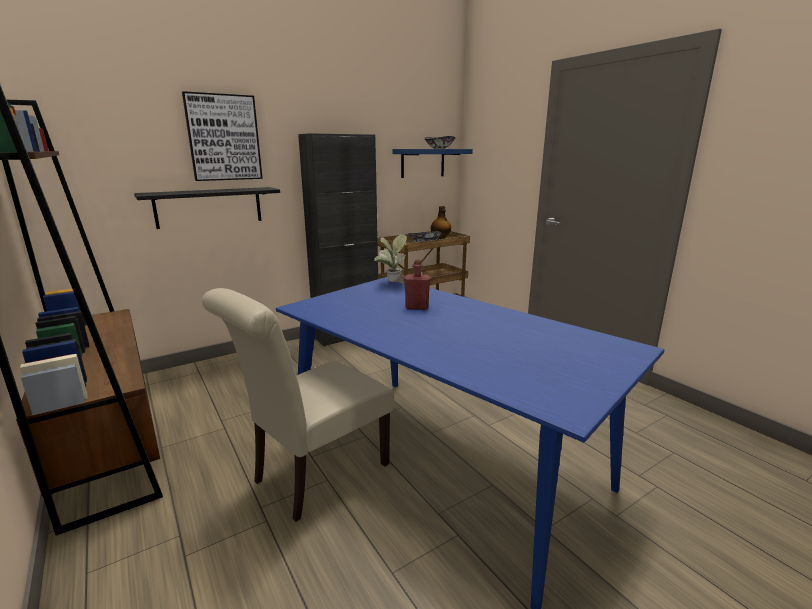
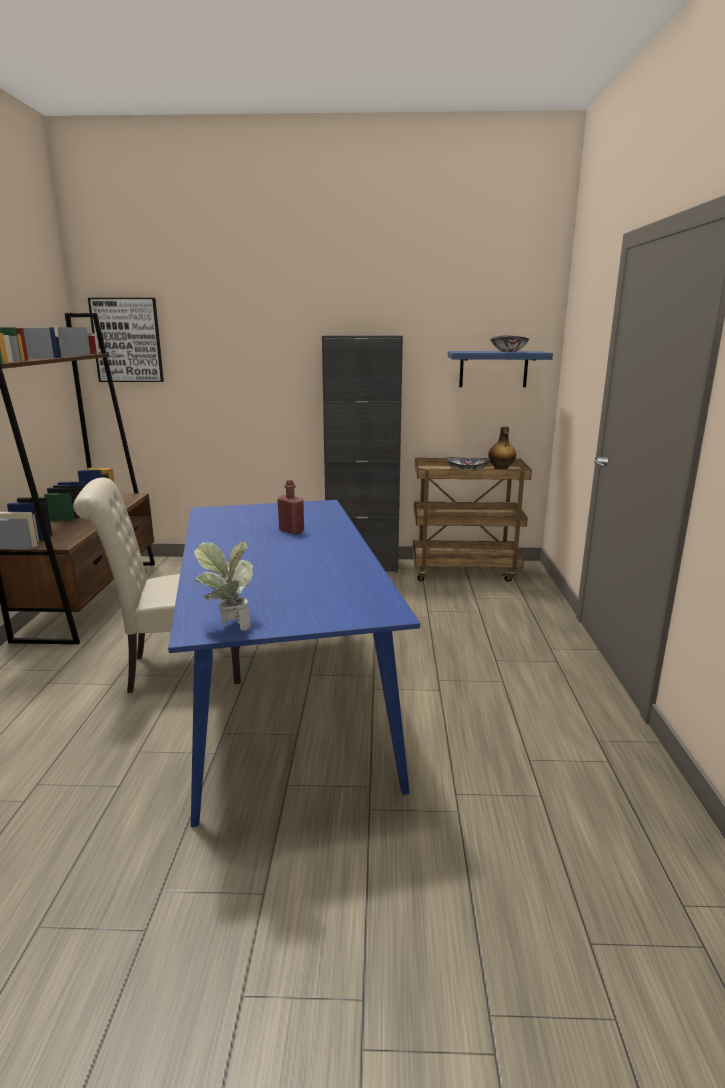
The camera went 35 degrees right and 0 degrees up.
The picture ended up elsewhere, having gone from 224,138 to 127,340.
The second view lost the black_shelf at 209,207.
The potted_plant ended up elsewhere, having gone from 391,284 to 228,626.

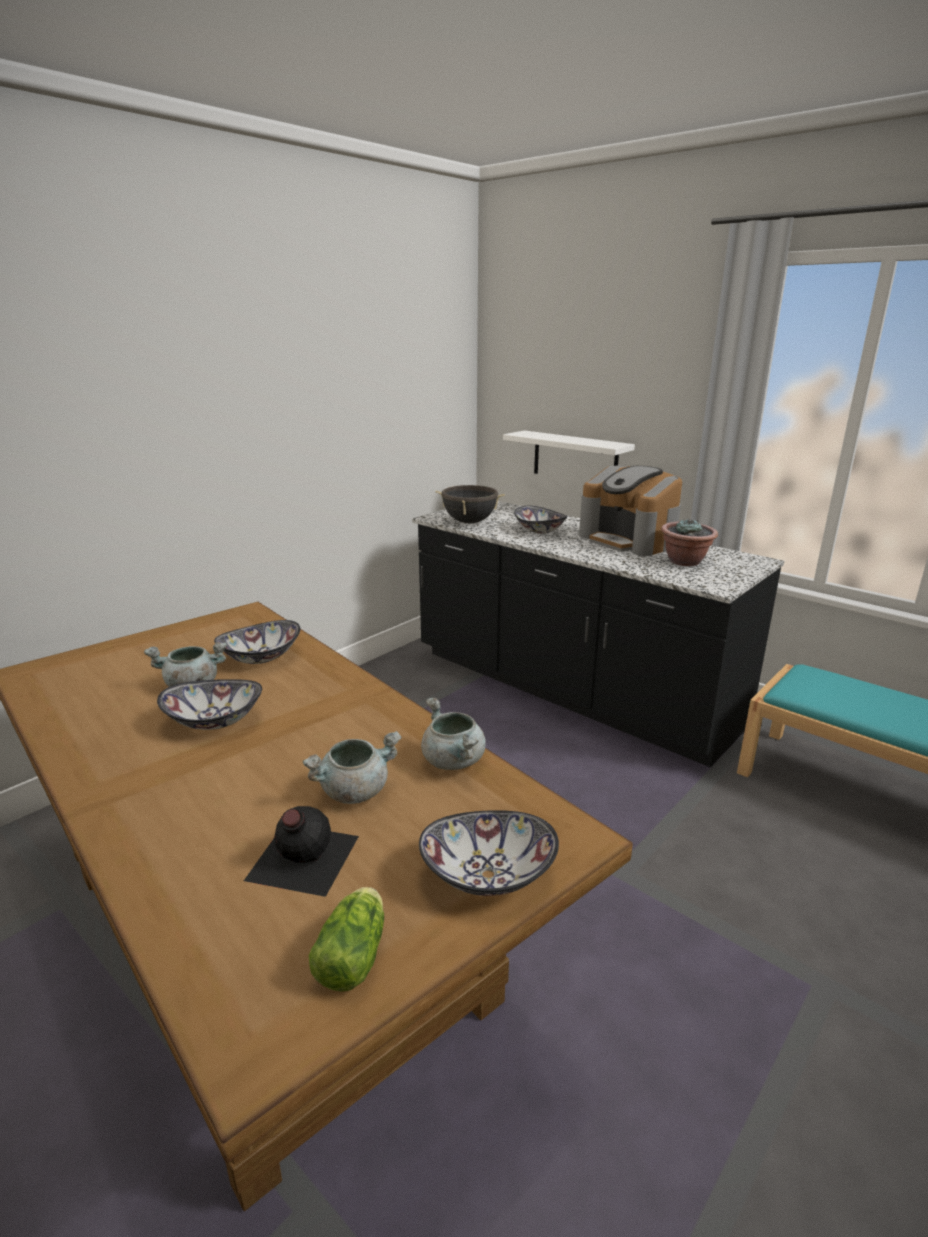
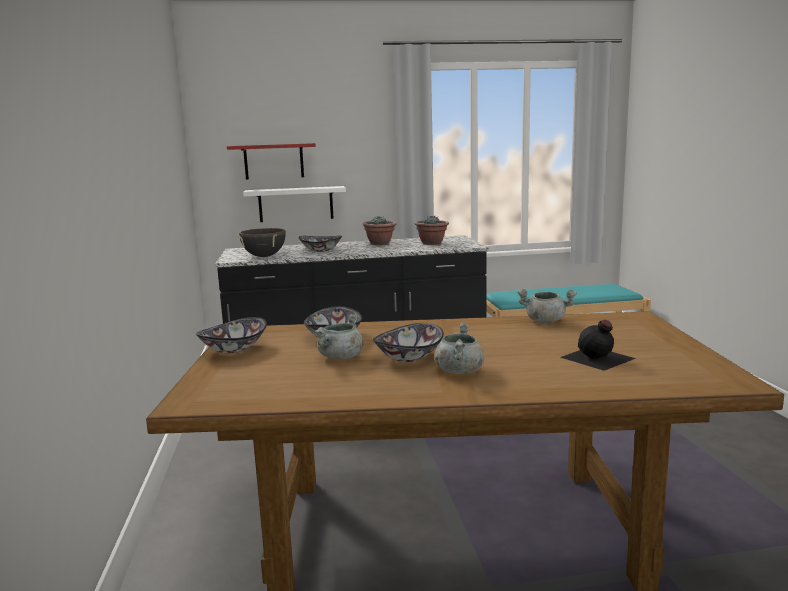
The camera went 50 degrees left and 10 degrees down.
Where the coffee_machine stood at 629,540, the potted_plant came to stand at 380,243.
The grey_cooking_pot ended up elsewhere, having gone from 355,791 to 459,371.
The bowl ended up elsewhere, having gone from 488,874 to 233,349.
The second view lost the lettuce at 354,953.
The second view gained the red_shelf at 274,161.

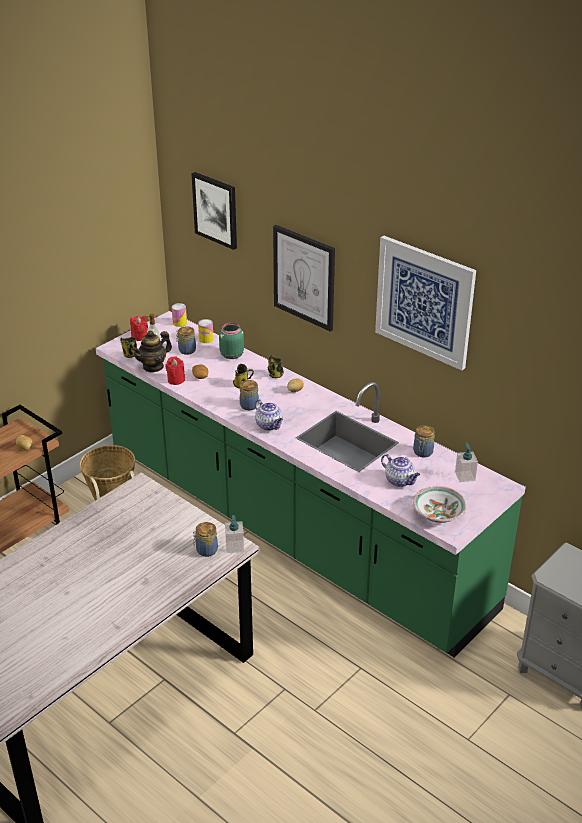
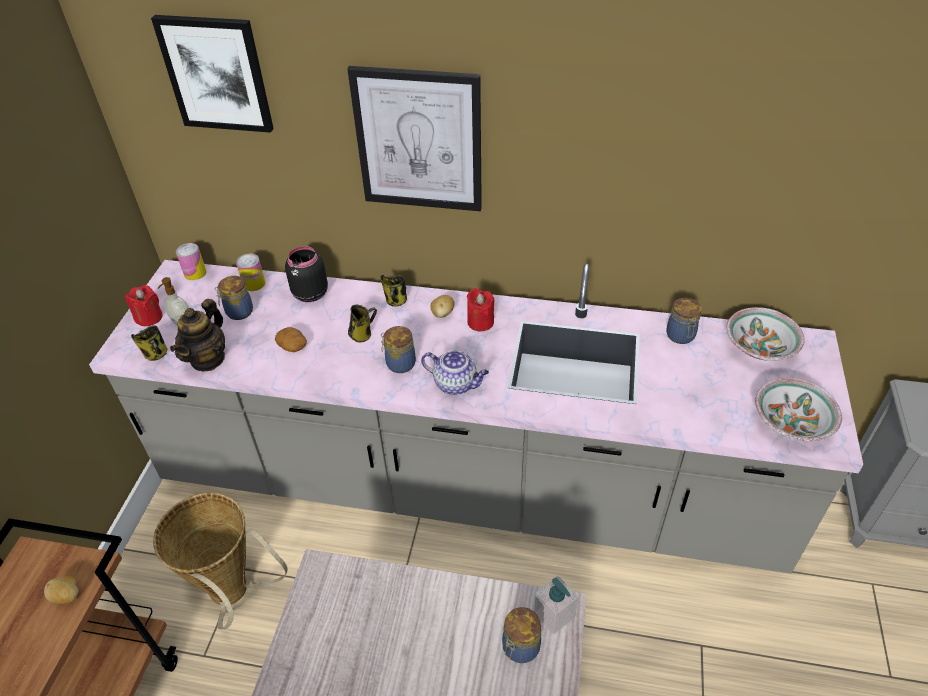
The camera went 30 degrees left and 10 degrees up.
The second view lost the picture at 424,302.
What was the green_counter at 291,529 turned into the grey_counter at 468,485.
What was the green_jar at 231,355 turned into the black_jar at 309,294.
The red_candle ended up elsewhere, having gone from 176,380 to 480,322.
Where the soap_dispenser stood at 465,476, the bowl came to stand at 760,348.
The second view lost the teapot at 400,481.

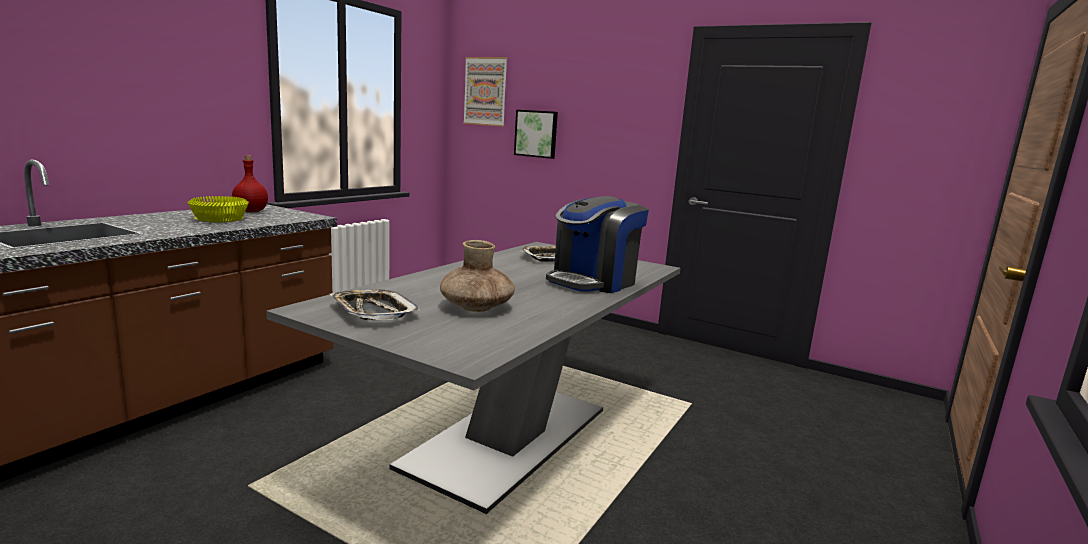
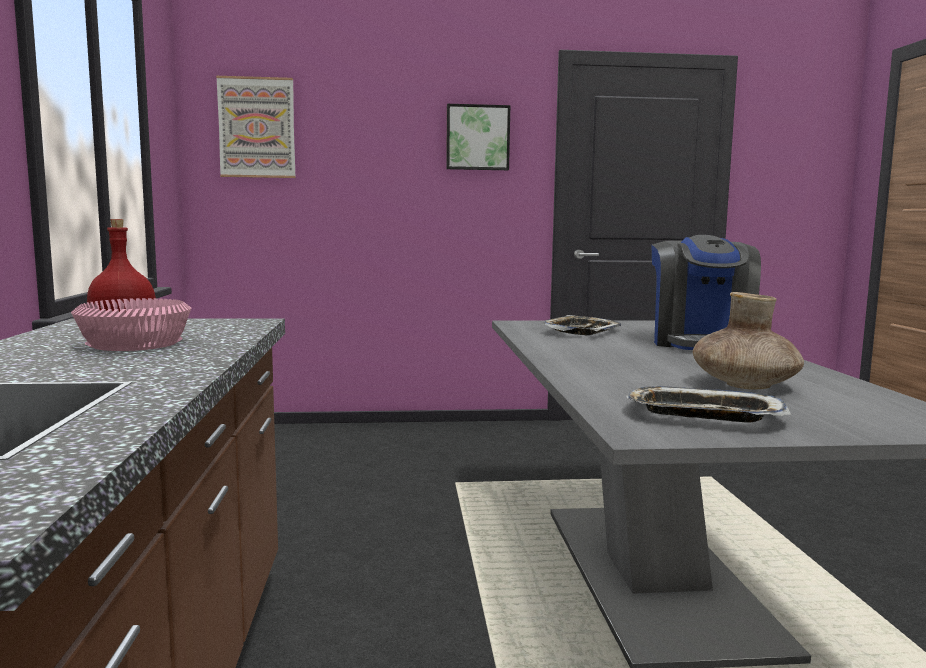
The camera went 35 degrees left and 5 degrees down.
The picture ended up elsewhere, having gone from 536,134 to 477,137.
What was the yellow_bowl at 220,219 turned into the pink_bowl at 135,343.

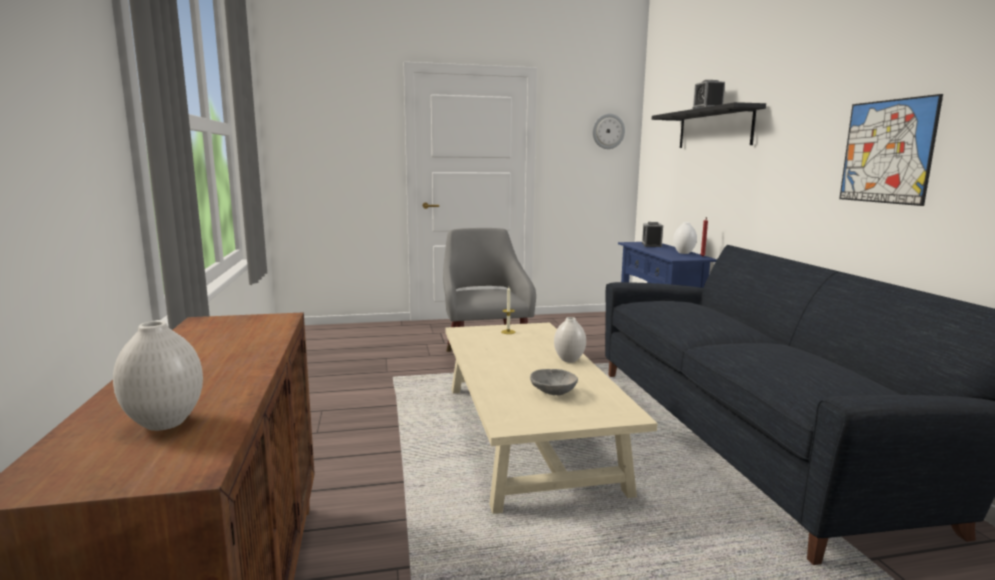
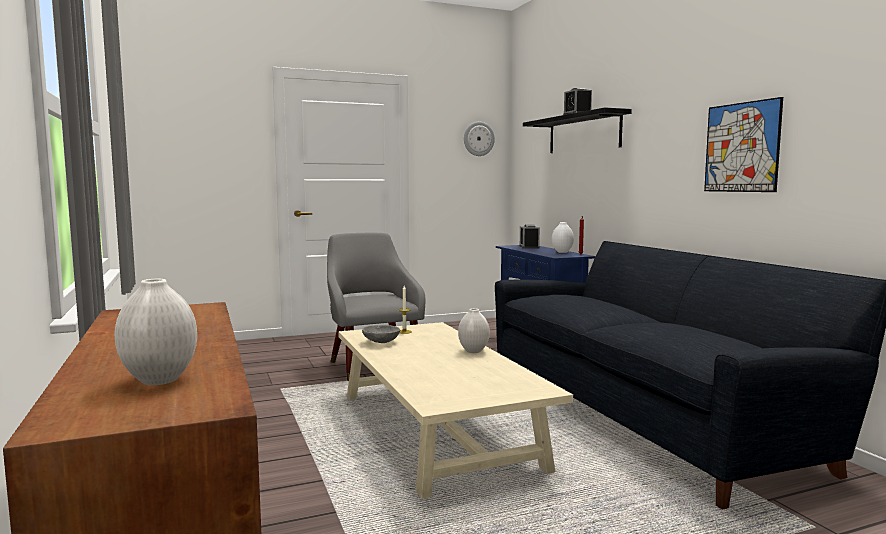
The camera went 10 degrees left and 5 degrees down.
The grey_bowl ended up elsewhere, having gone from 552,393 to 380,342.

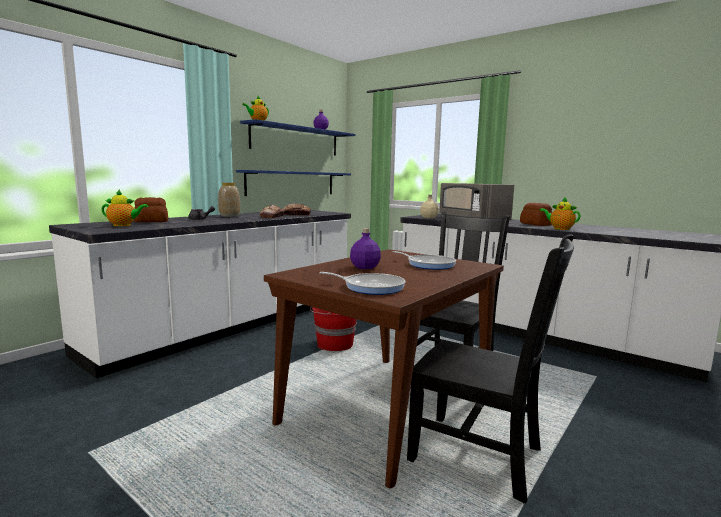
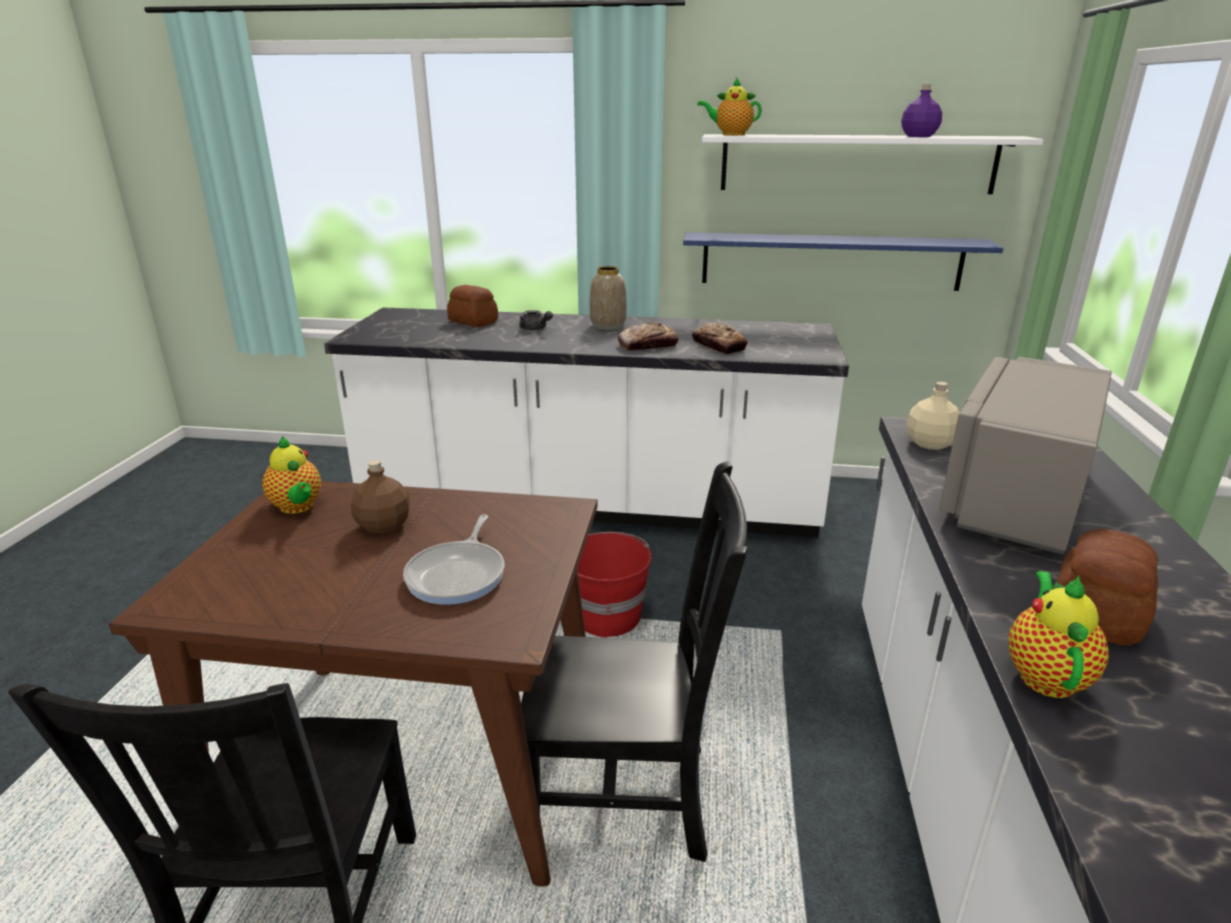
The camera went 60 degrees right and 15 degrees up.
What was the blue_shelf at 296,140 turned into the white_shelf at 857,163.
The teapot ended up elsewhere, having gone from 124,225 to 298,507.
What was the purple_bottle at 364,267 turned into the brown_bottle at 384,525.
The second view lost the frying_pan at 371,287.

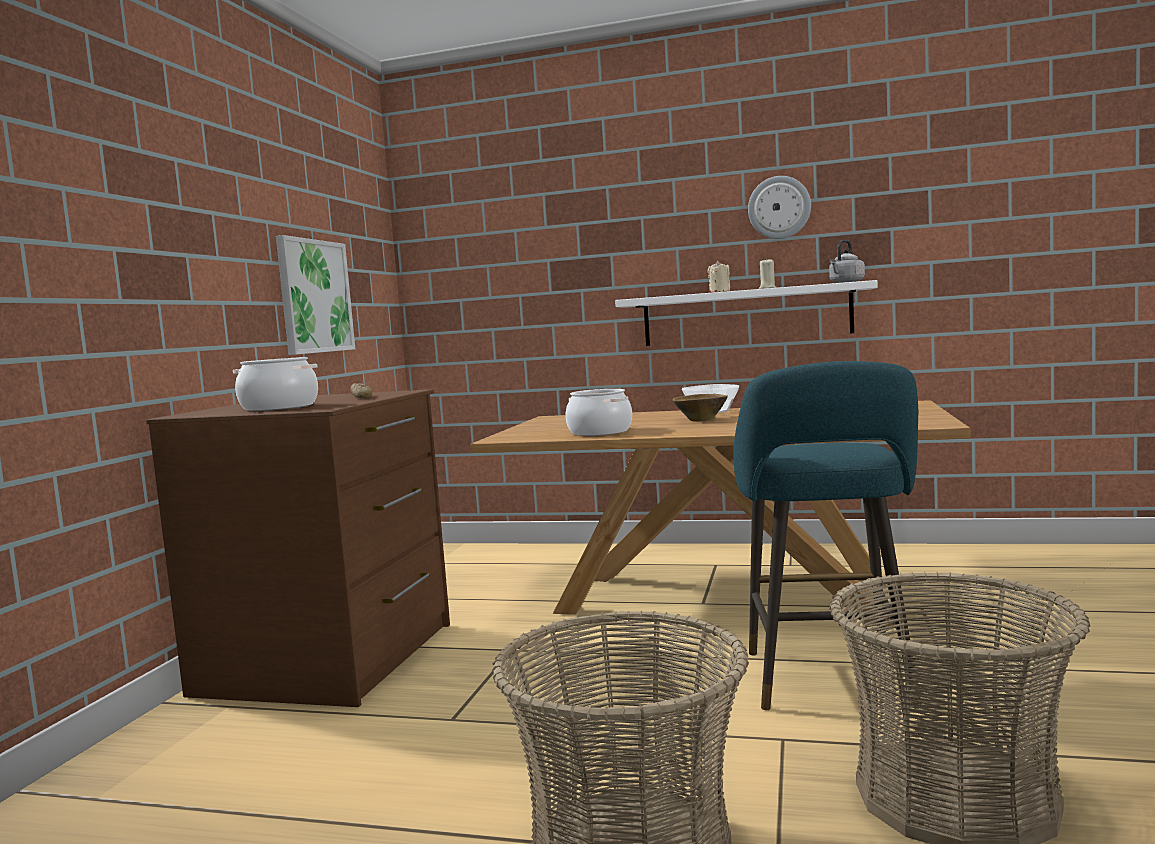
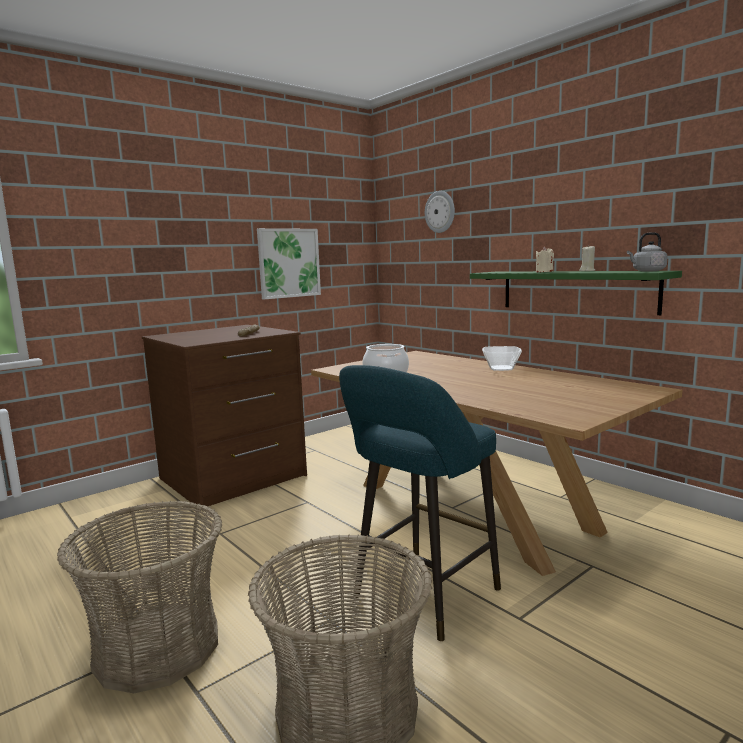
The camera went 35 degrees right and 5 degrees up.
The wall_clock ended up elsewhere, having gone from 779,207 to 440,212.
What was the white_shelf at 745,315 turned into the green_shelf at 575,291.
The second view lost the cooking_pot at 280,407.
The second view lost the brown_bowl at 701,420.

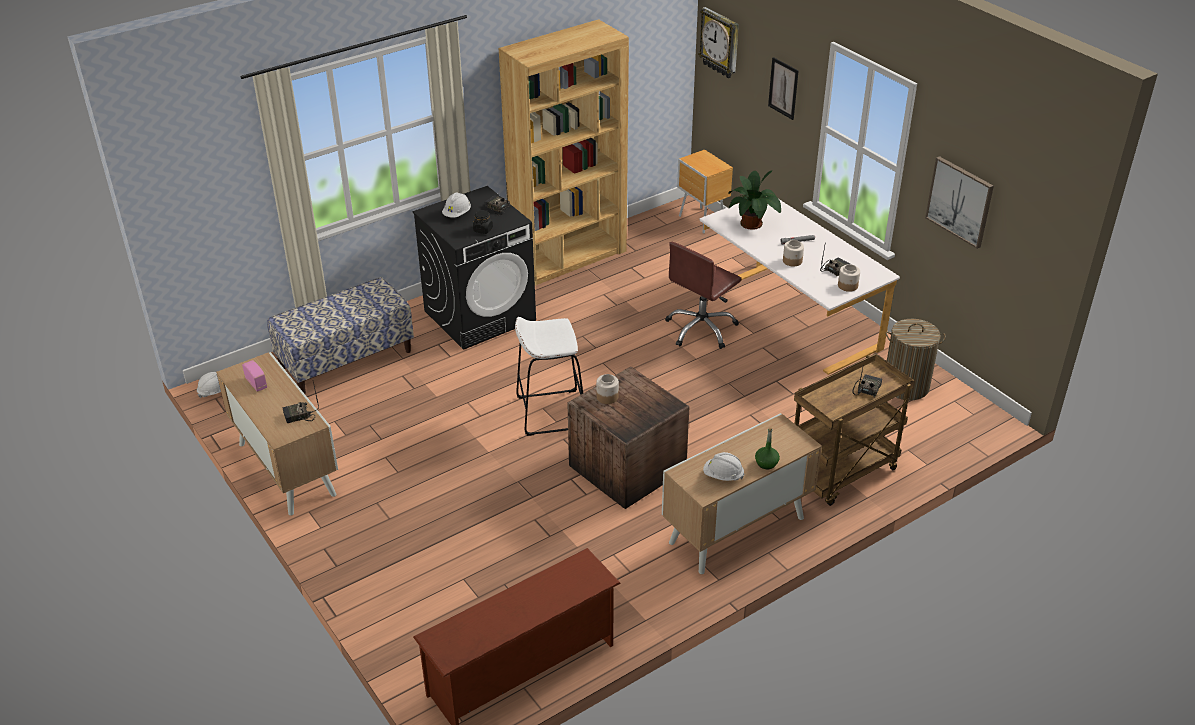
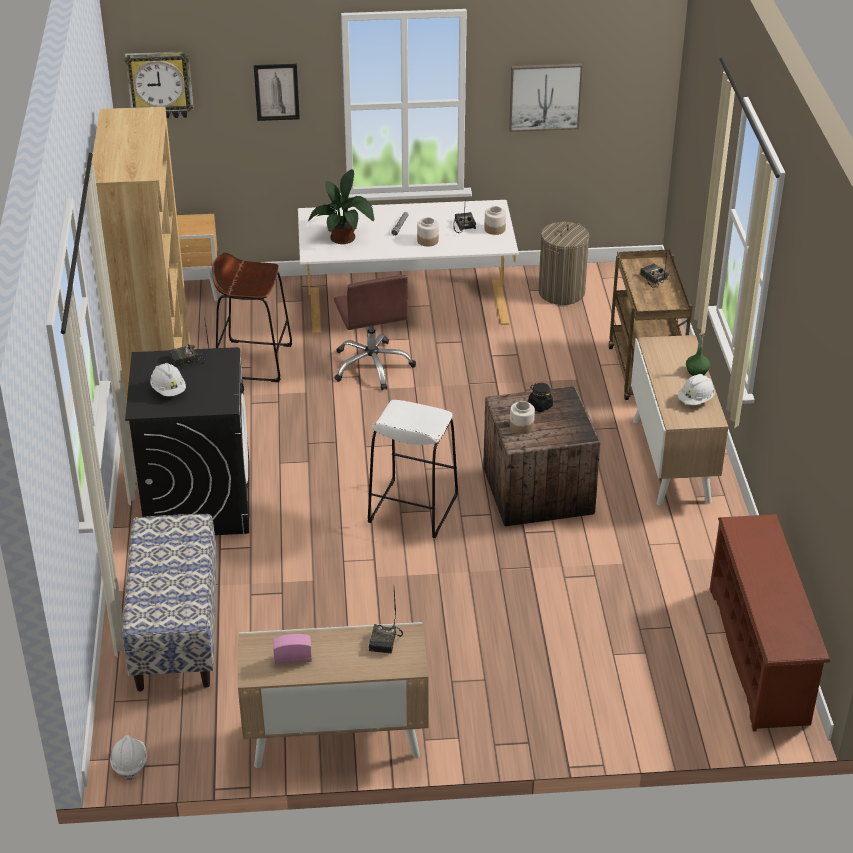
The camera went 60 degrees left and 0 degrees up.
The black_jar ended up elsewhere, having gone from 483,229 to 540,406.
The second view gained the brown_stool at 254,361.

